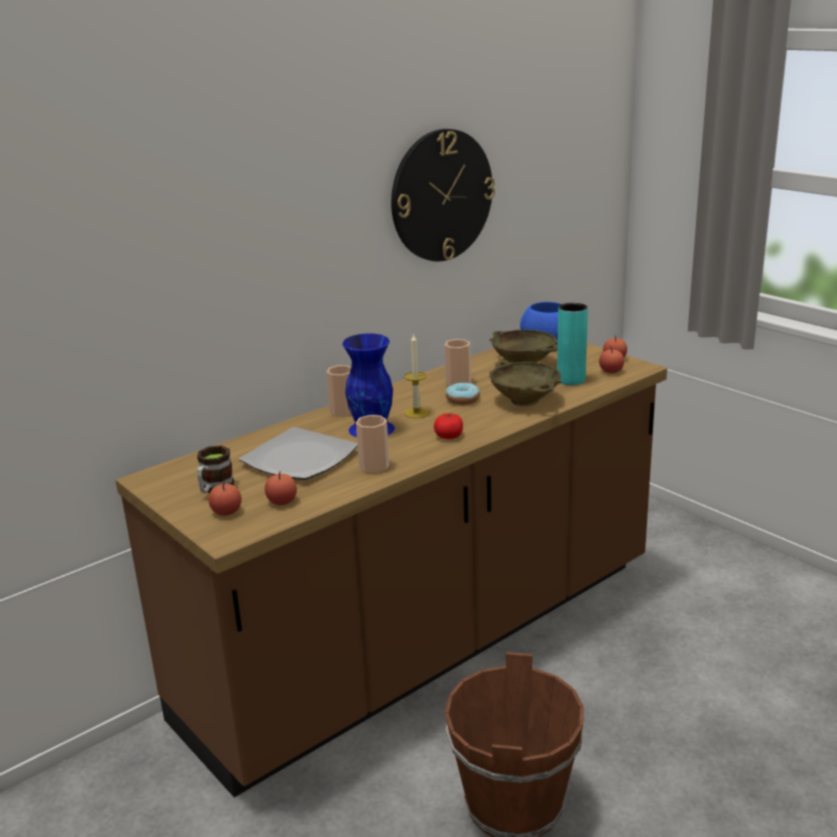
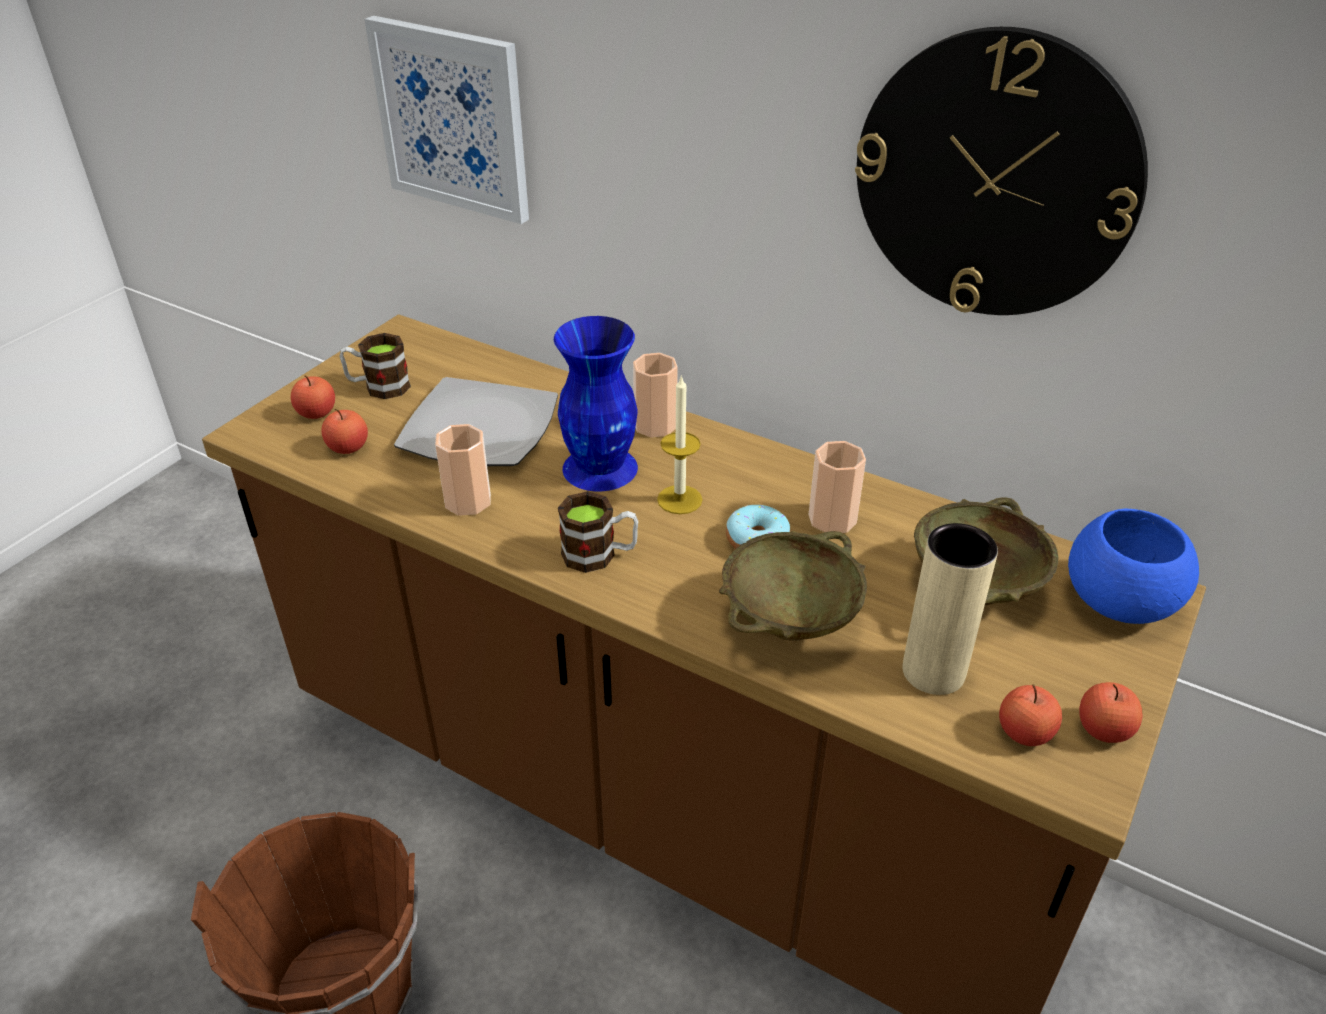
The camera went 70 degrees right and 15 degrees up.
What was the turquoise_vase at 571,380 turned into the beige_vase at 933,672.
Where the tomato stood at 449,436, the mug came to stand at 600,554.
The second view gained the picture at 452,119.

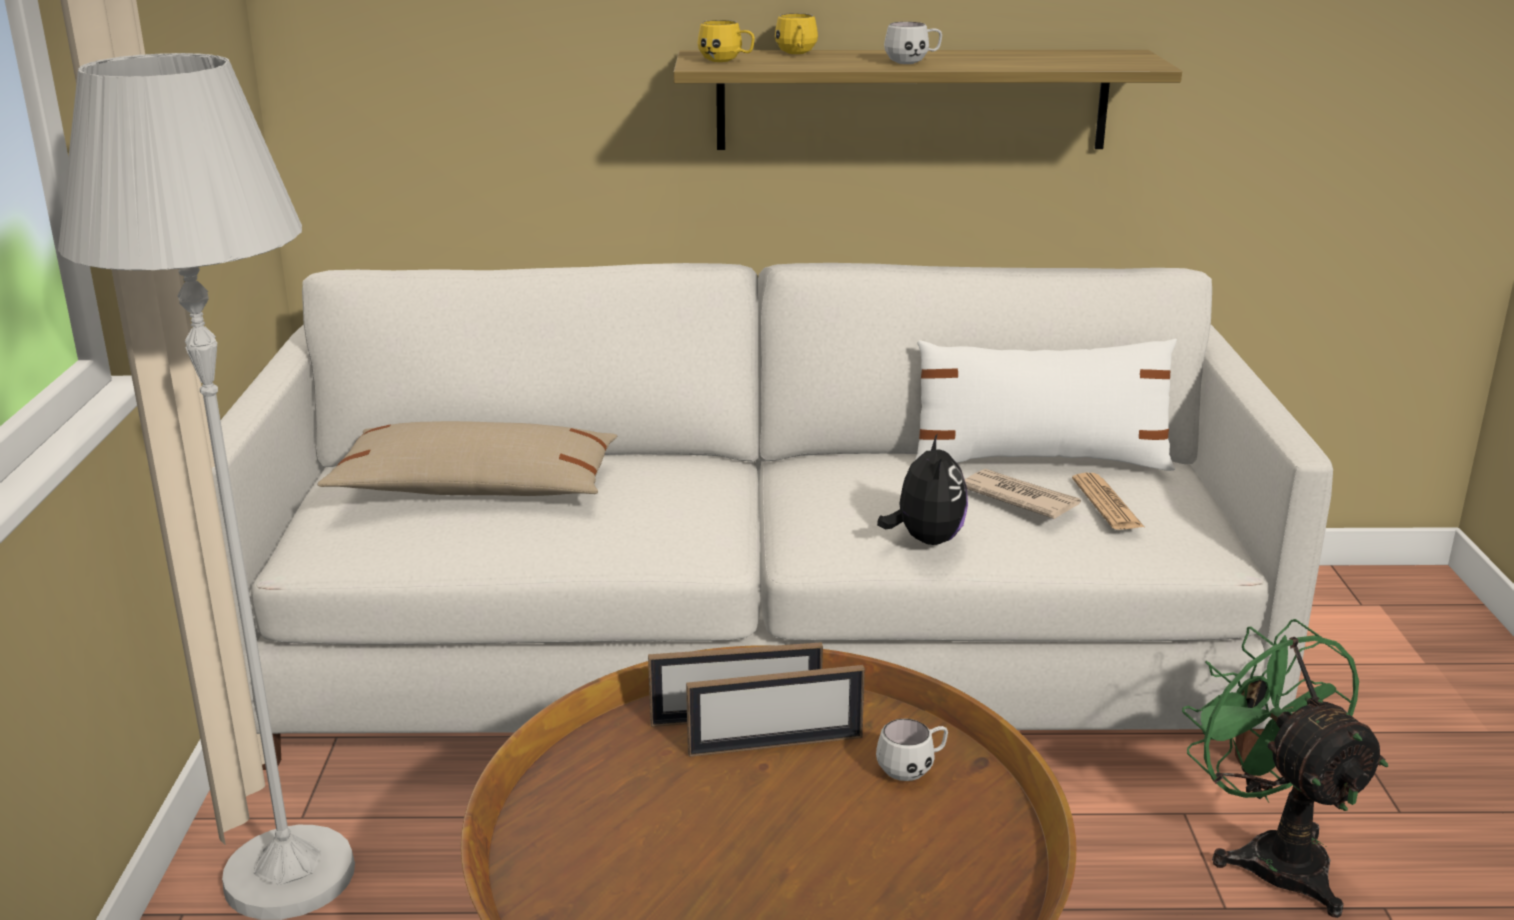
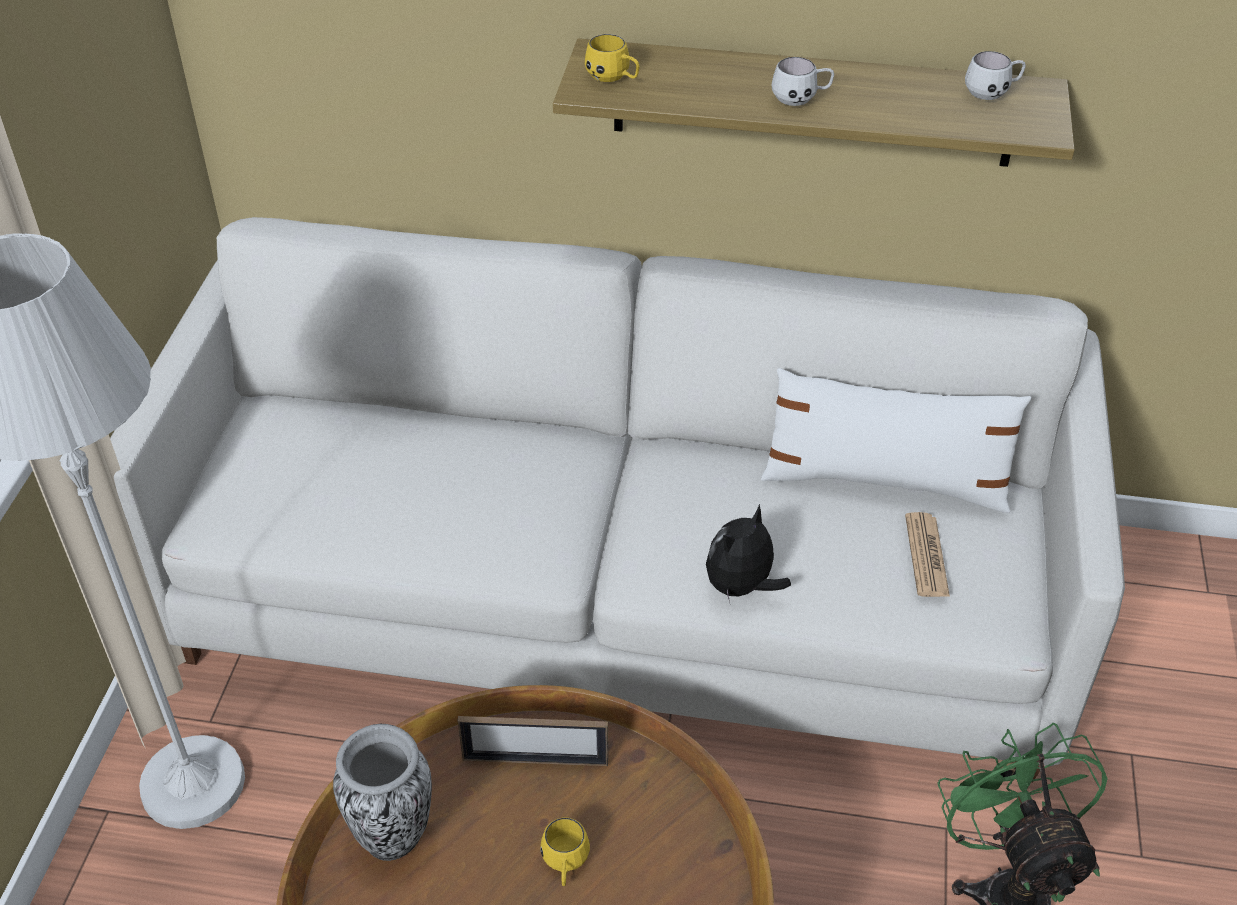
The camera went 10 degrees right and 20 degrees up.
The yellow_mug ended up elsewhere, having gone from 797,54 to 565,865.
The second view lost the beige_pillow at 476,488.
The plush_toy at 925,540 ended up facing another way, 150 degrees counterclockwise from before.
The second view lost the newspaper at 1019,498.
The second view lost the picture_frame at 775,745.
The white_mug ended up elsewhere, having gone from 913,769 to 992,93.
The second view gained the vase at 393,836.

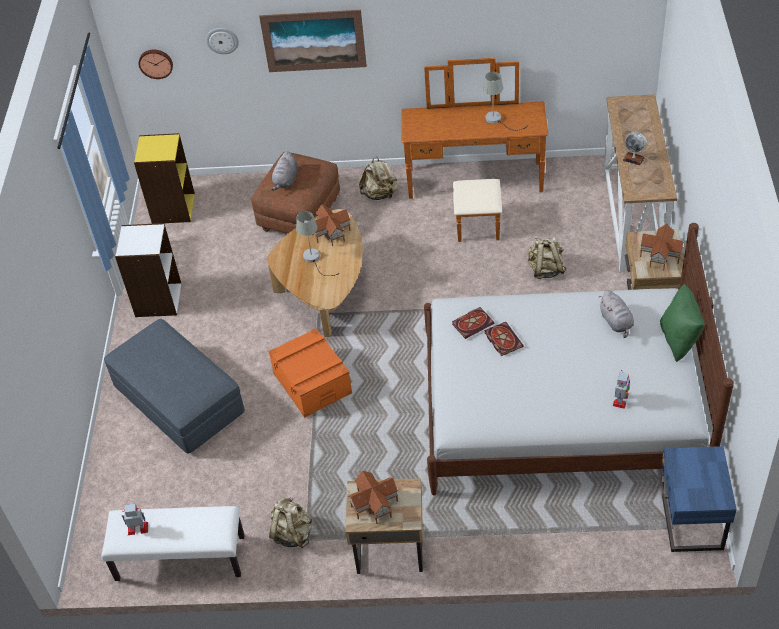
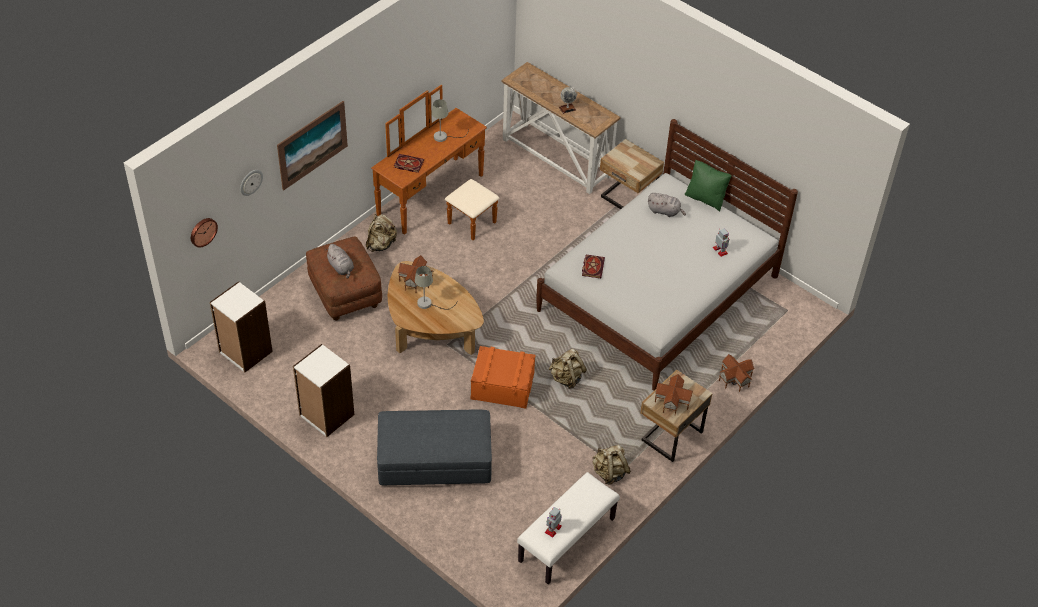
The camera went 55 degrees left and 0 degrees up.
What was the yellow_bookcase at 172,208 turned into the white_bookcase at 245,352.
The toy_house ended up elsewhere, having gone from 661,256 to 735,378.
The beige_backpack ended up elsewhere, having gone from 545,269 to 566,378.
The book ended up elsewhere, having gone from 502,339 to 408,164.
The second view lost the blue_nightstand at 689,523.

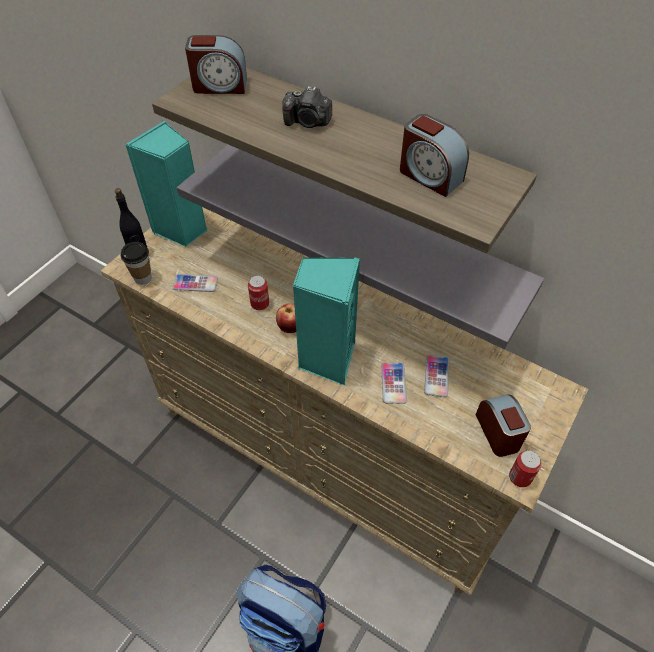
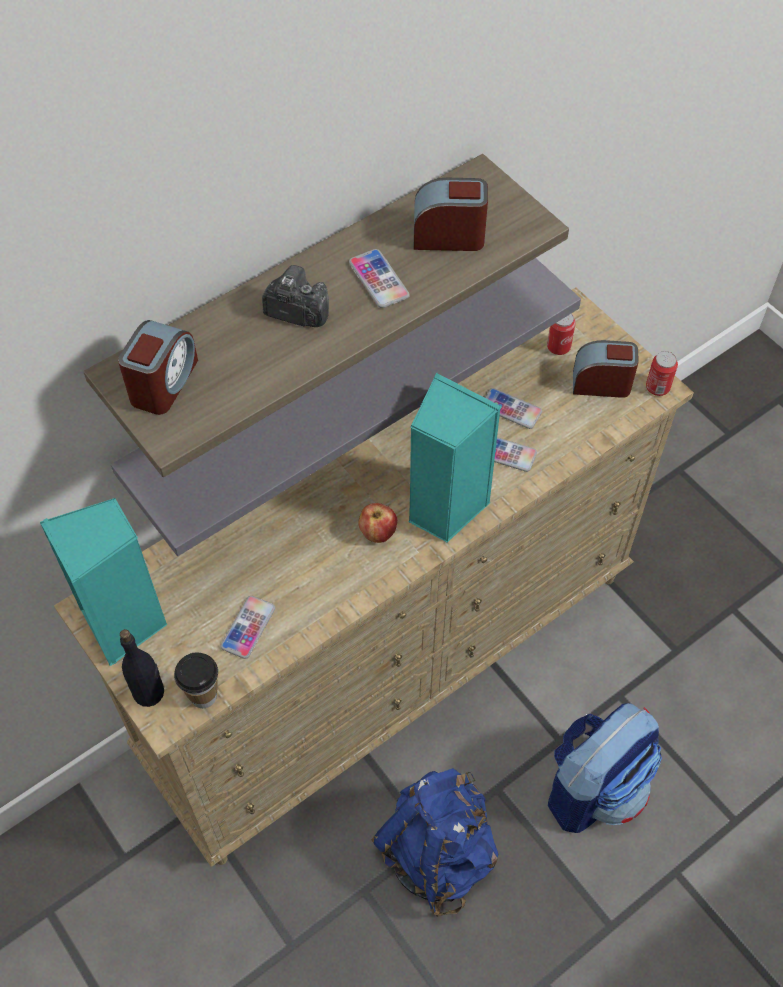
The camera went 70 degrees left and 5 degrees up.
The photo_camera at 308,122 ended up facing another way, 105 degrees counterclockwise from before.
The alarm_clock at 429,176 ended up facing another way, 150 degrees counterclockwise from before.
The can ended up elsewhere, having gone from 260,304 to 558,347.
The second view gained the phone at 379,279.
The second view gained the blue_backpack at 437,852.

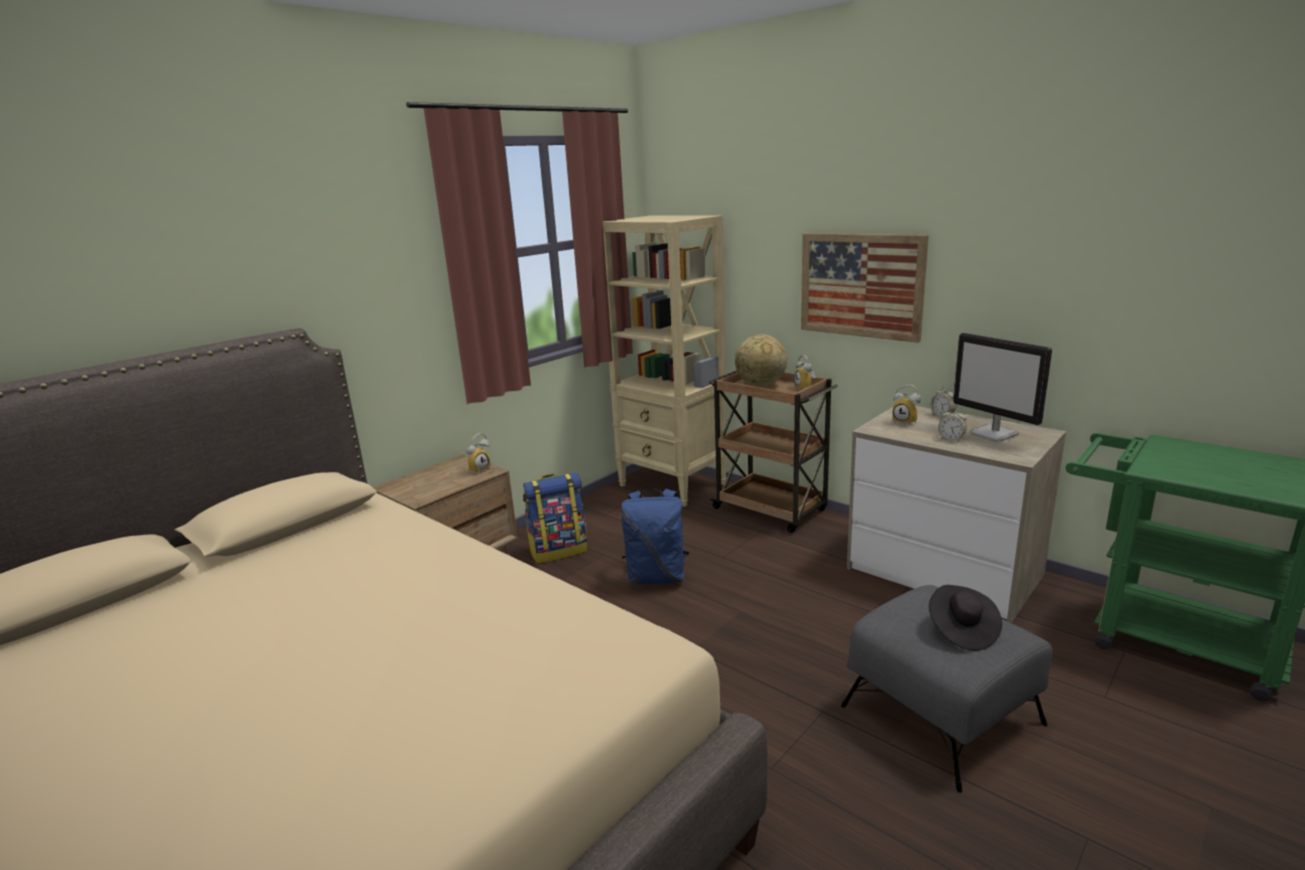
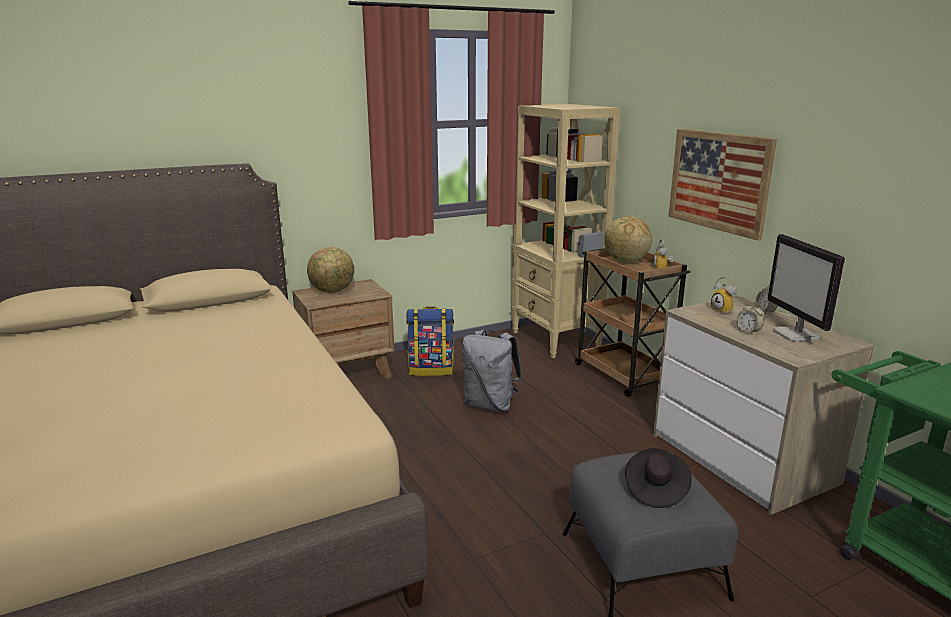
The camera went 20 degrees right and 0 degrees up.
The second view lost the alarm_clock at 479,469.
What was the blue_backpack at 656,577 turned into the grey_backpack at 490,405.
The second view gained the globe at 332,291.

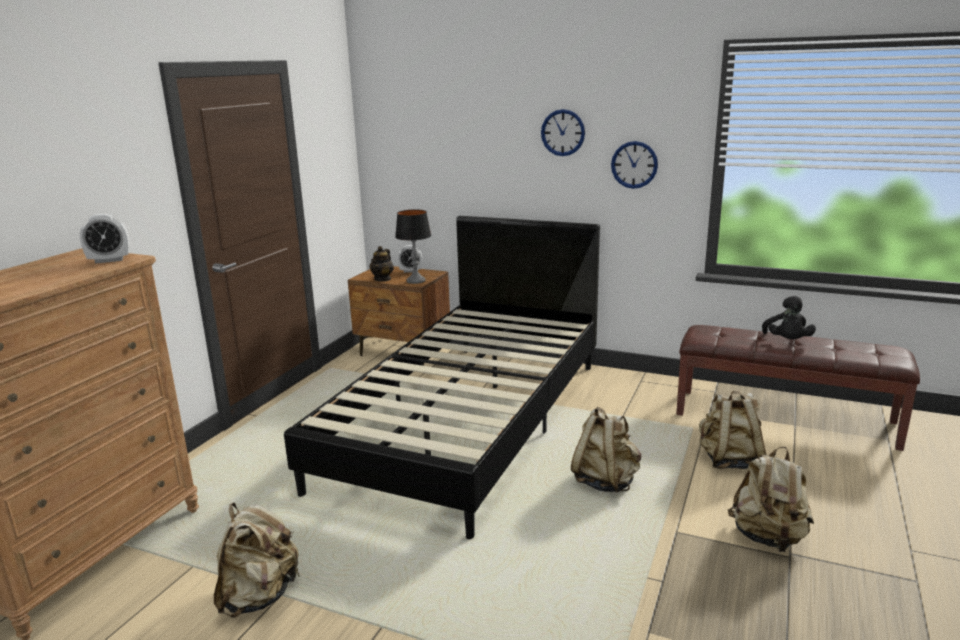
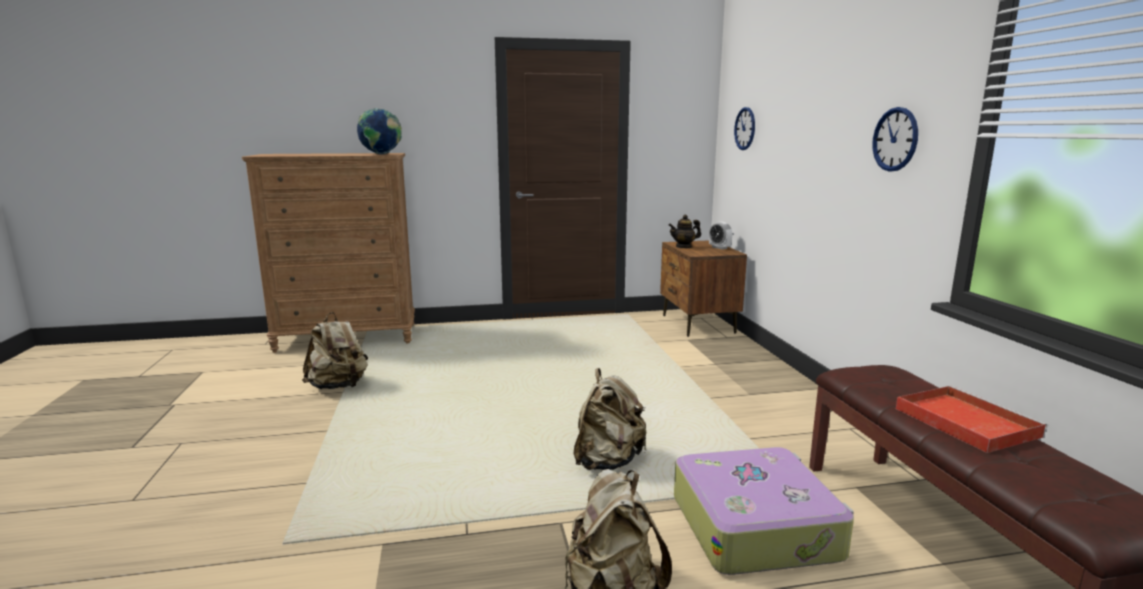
The camera went 55 degrees right and 5 degrees down.
The wall_clock ended up elsewhere, having gone from 563,132 to 745,128.
The second view lost the table_lamp at 415,281.
Where the alarm_clock stood at 109,260, the globe came to stand at 381,154.
The second view lost the black_bed at 469,421.
Where the black_plush_toy stood at 787,341, the red_tray came to stand at 963,421.
Where the beige_backpack stood at 729,460, the suitcase came to stand at 755,526.

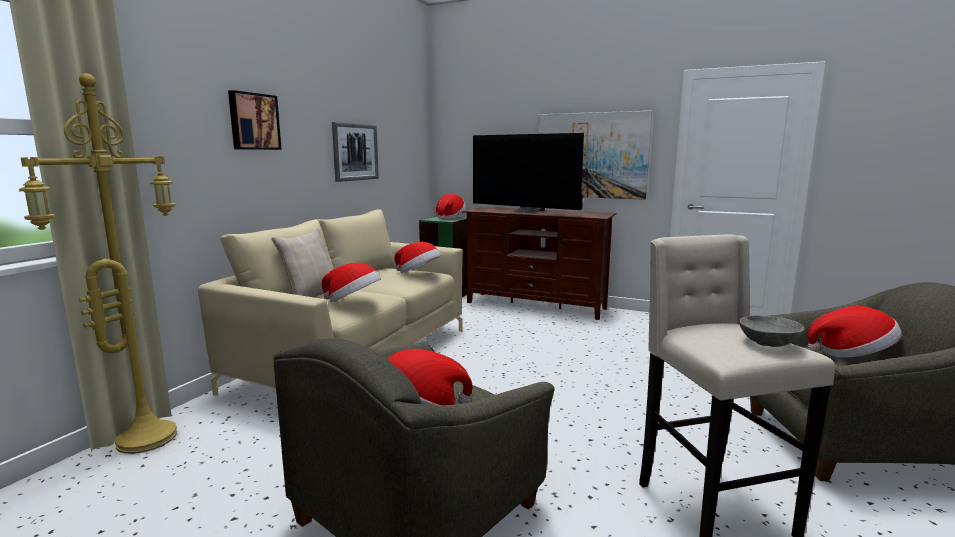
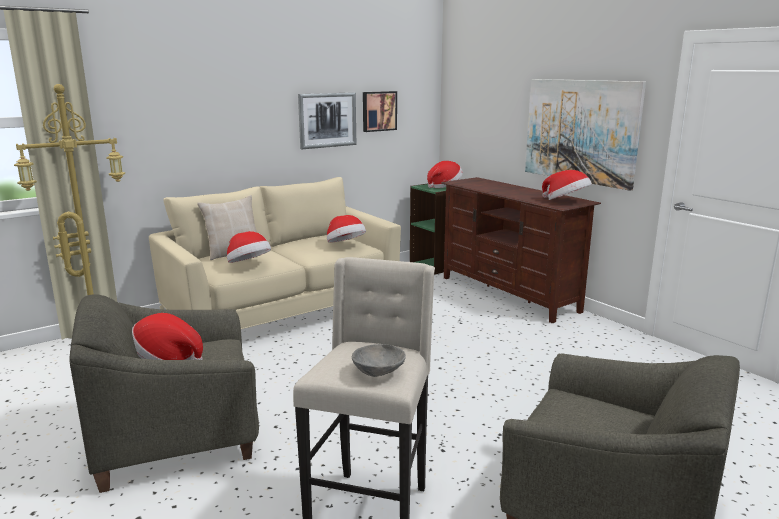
The camera went 30 degrees right and 5 degrees up.
The picture ended up elsewhere, having gone from 253,121 to 378,111.
The second view lost the television at 527,211.
The hat ended up elsewhere, having gone from 852,354 to 566,201.

